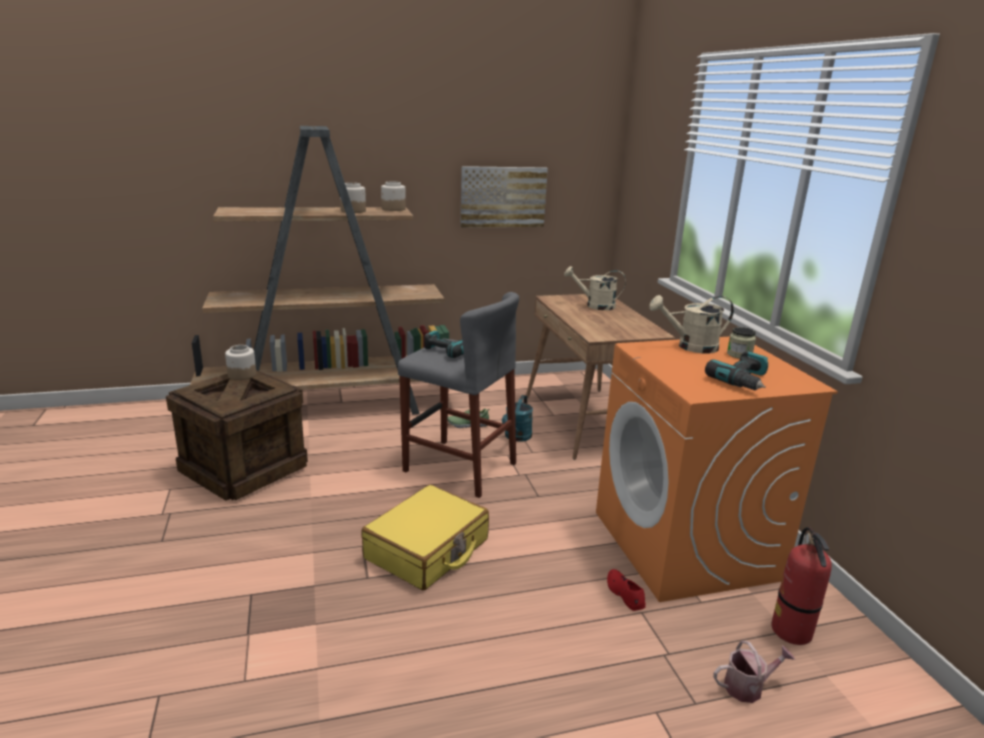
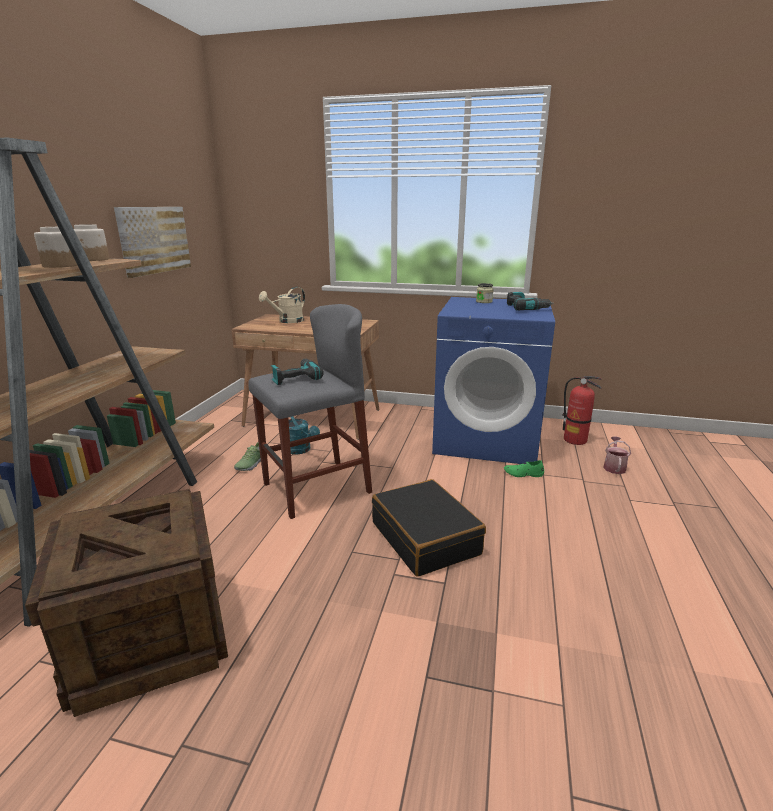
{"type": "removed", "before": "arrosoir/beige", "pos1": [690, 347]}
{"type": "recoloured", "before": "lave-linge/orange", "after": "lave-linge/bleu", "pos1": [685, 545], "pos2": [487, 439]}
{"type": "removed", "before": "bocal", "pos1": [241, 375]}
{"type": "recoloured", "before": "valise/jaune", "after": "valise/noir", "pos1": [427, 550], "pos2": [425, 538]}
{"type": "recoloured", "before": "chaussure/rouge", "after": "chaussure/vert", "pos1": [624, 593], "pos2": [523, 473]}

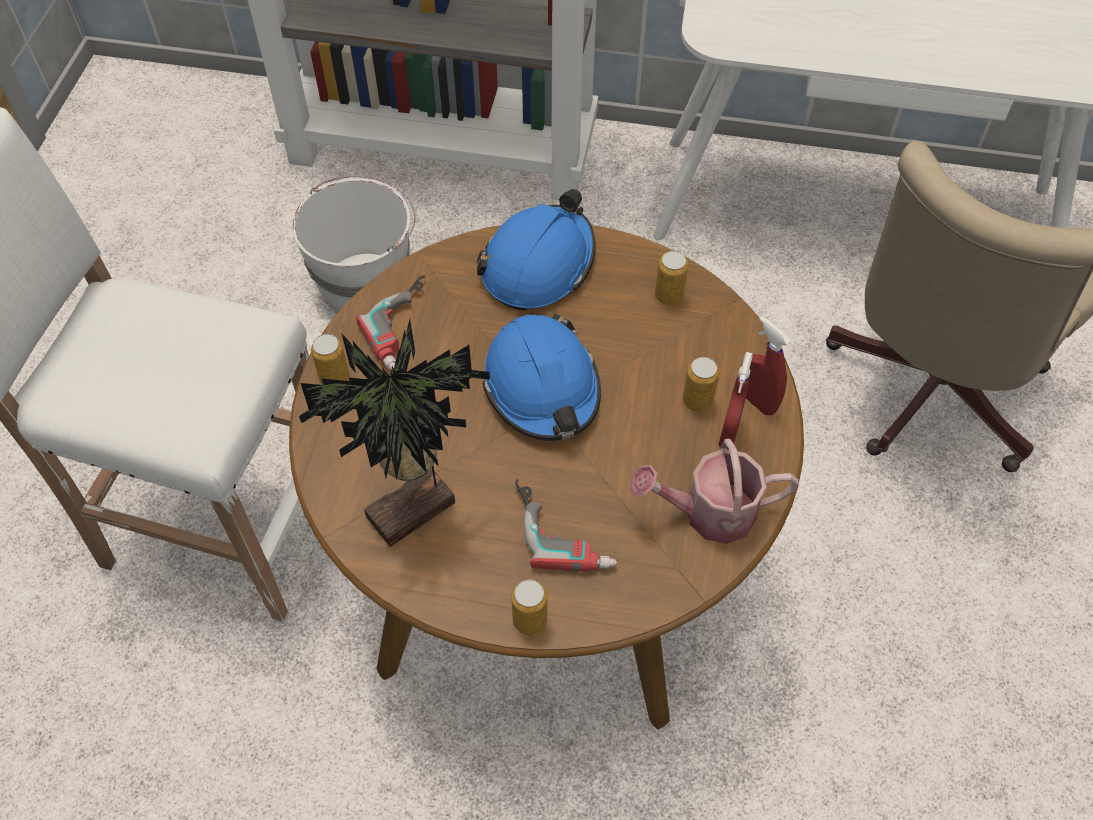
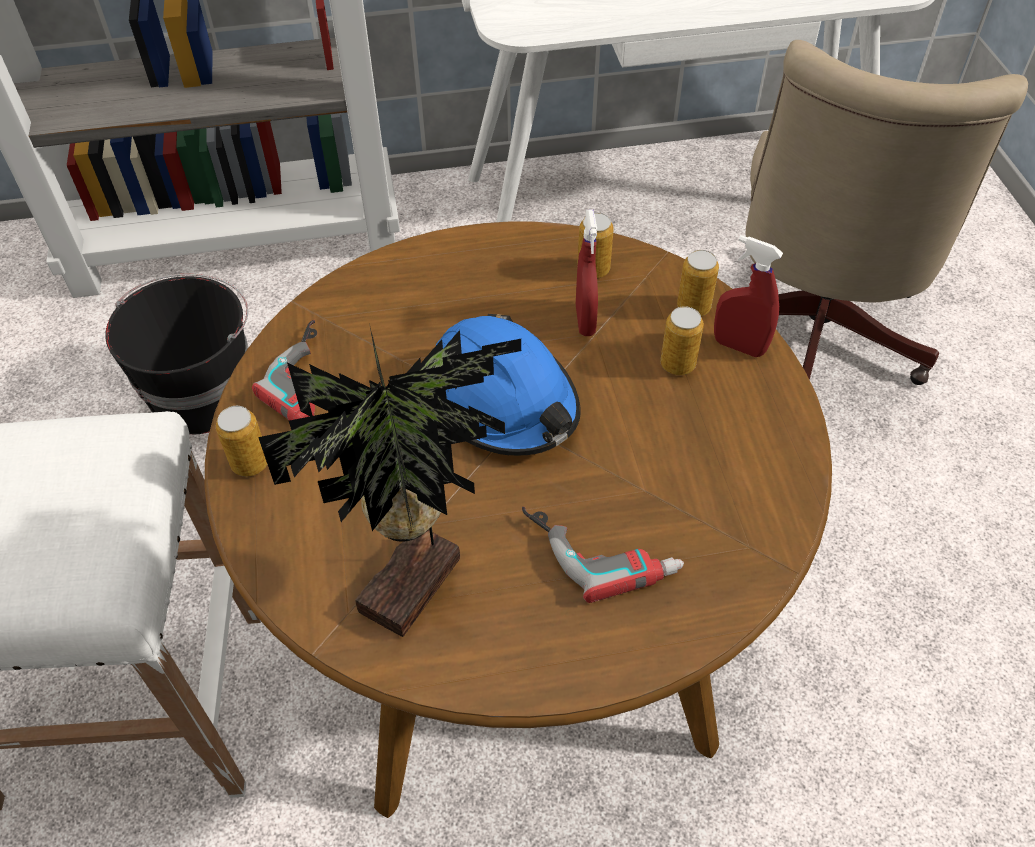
{"type": "recoloured", "before": "seau/blanc", "after": "seau/noir", "pos1": [365, 283], "pos2": [204, 394]}
{"type": "removed", "before": "casque de chantier/bleu", "pos1": [538, 264]}
{"type": "moved", "before": "vaporisateur/rouge", "pos1": [729, 433], "pos2": [585, 320]}
{"type": "removed", "before": "arrosoir", "pos1": [709, 513]}
{"type": "moved", "before": "boîte métallique", "pos1": [530, 620], "pos2": [693, 307]}

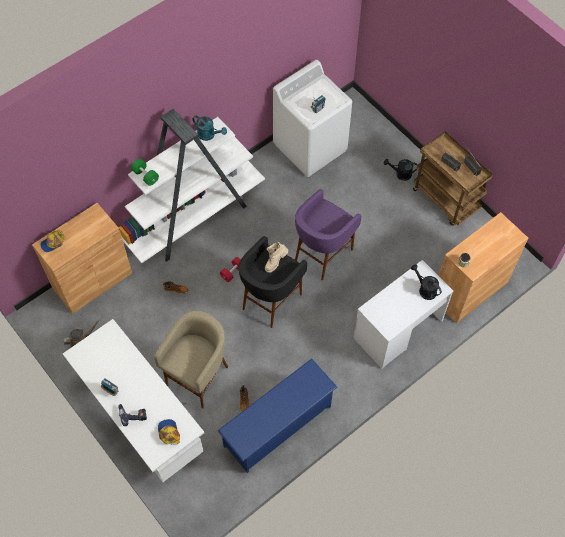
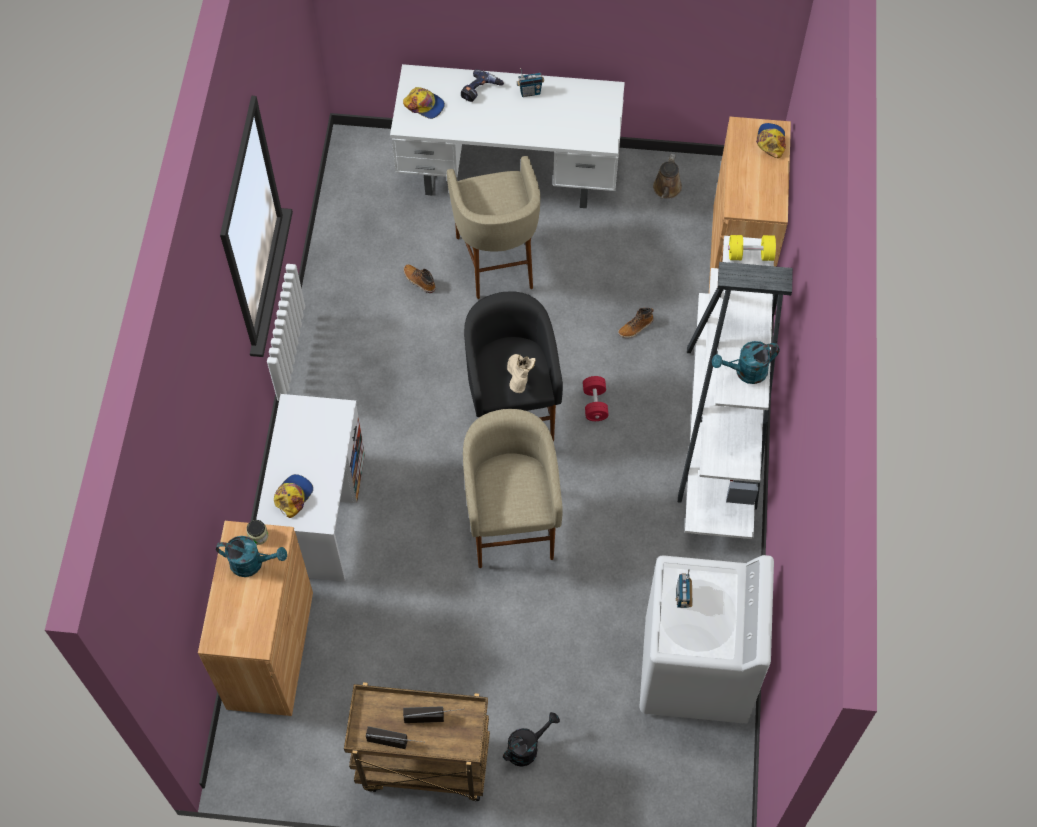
{"type": "recoloured", "before": "haltère/vert", "after": "haltère/jaune", "pos1": [145, 176], "pos2": [750, 254]}
{"type": "recoloured", "before": "tabouret/violet", "after": "tabouret/beige", "pos1": [322, 254], "pos2": [511, 525]}
{"type": "replaced", "before": "arrosoir/noir", "after": "casquette", "pos1": [425, 289], "pos2": [293, 496]}
{"type": "removed", "before": "étagère à chaussures/bleu", "pos1": [278, 426]}
{"type": "added", "after": "arrosoir/turquoise", "pos2": [252, 563]}

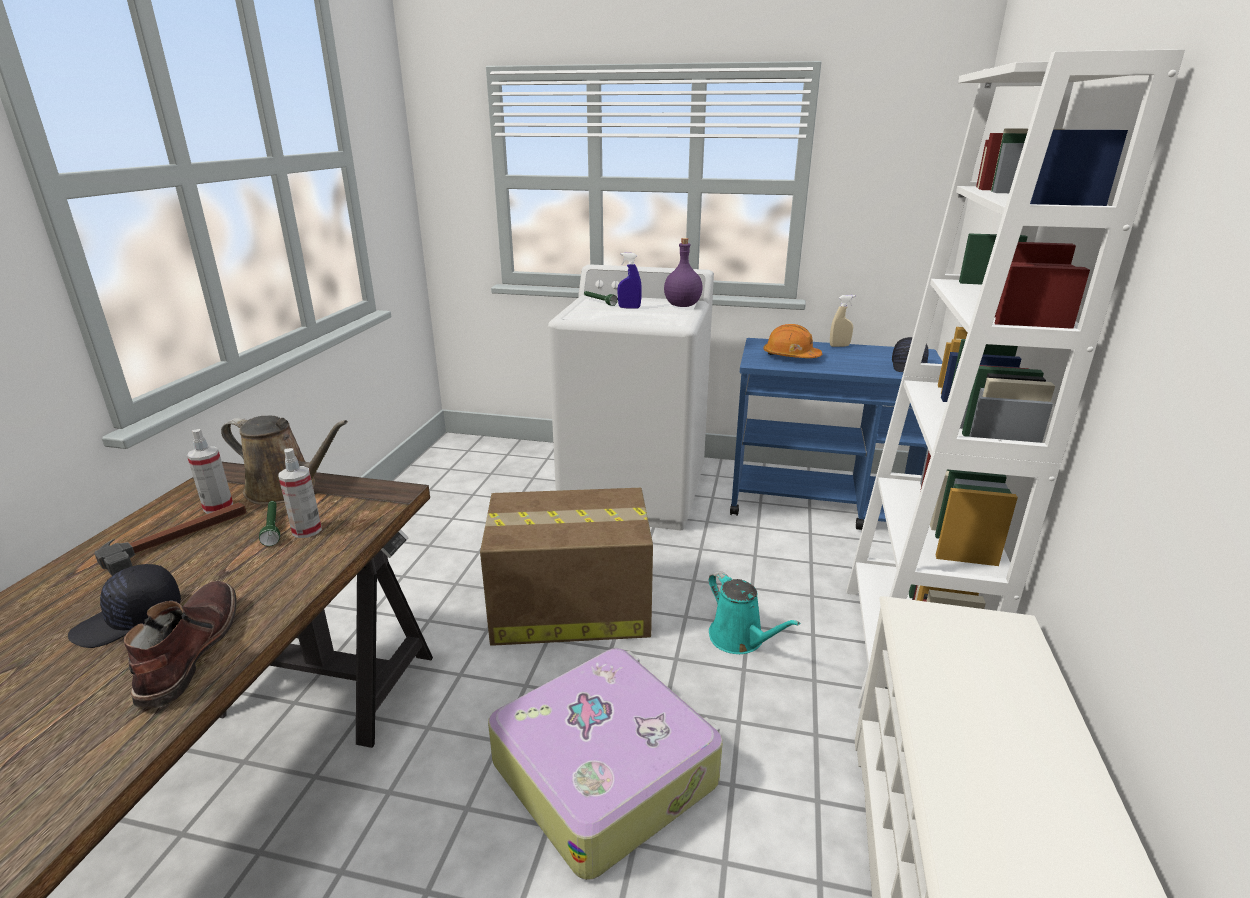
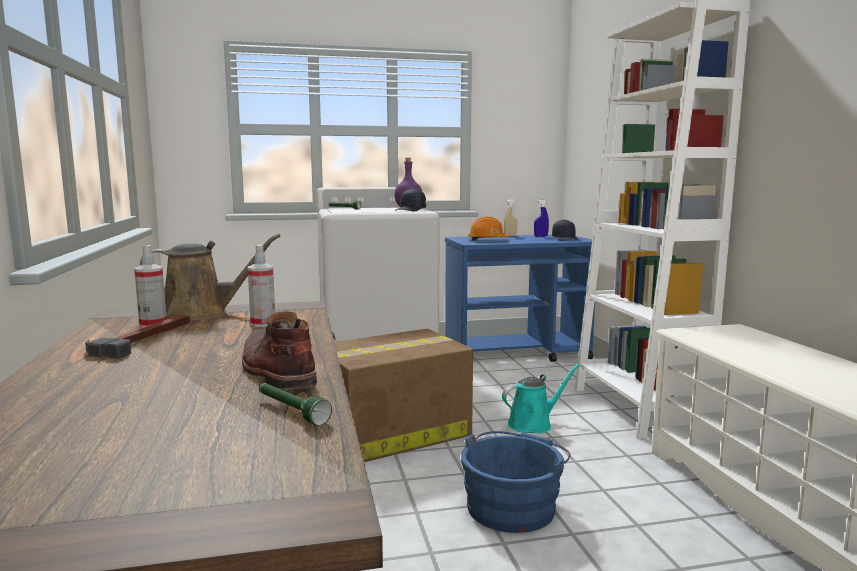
{"type": "moved", "before": "vaporisateur/bleu", "pos1": [629, 308], "pos2": [540, 236]}
{"type": "moved", "before": "lampe de poche/vert", "pos1": [273, 528], "pos2": [291, 411]}
{"type": "moved", "before": "casquette/noir", "pos1": [130, 620], "pos2": [411, 210]}
{"type": "turned", "before": "arrosoir/turquoise", "pos1": [740, 639], "pos2": [533, 424], "turn": -60}
{"type": "replaced", "before": "valise", "after": "seau/bleu", "pos1": [605, 770], "pos2": [513, 505]}

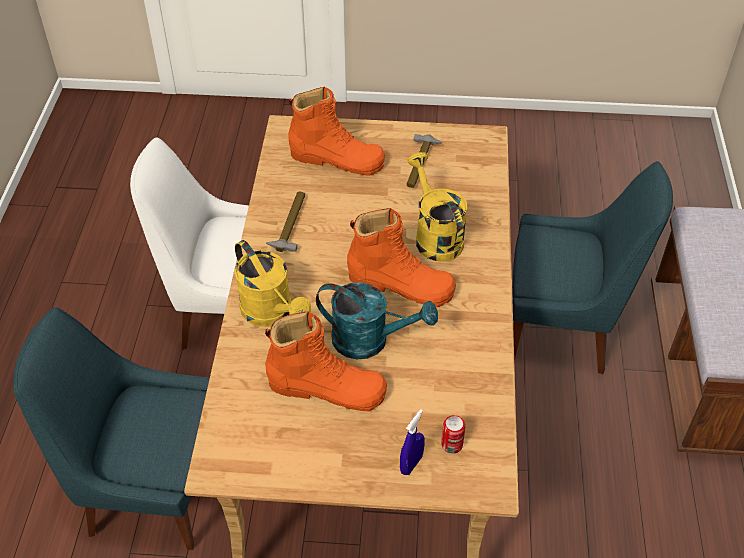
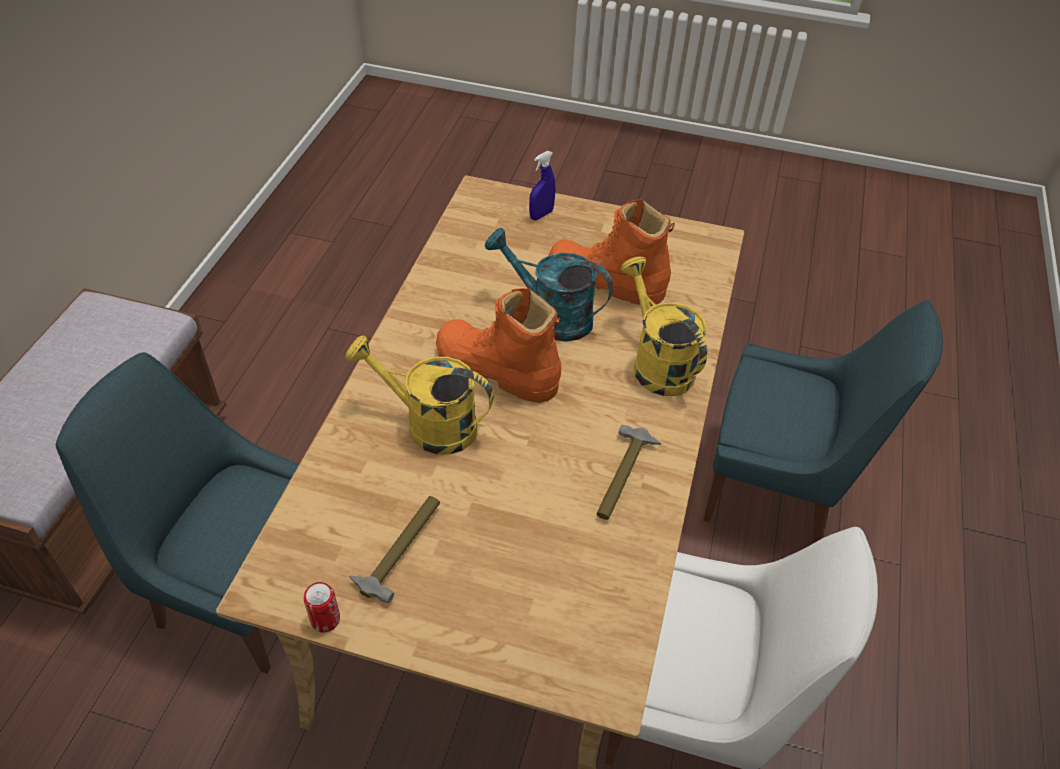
{"type": "removed", "before": "botte/orange", "pos1": [337, 159]}
{"type": "turned", "before": "arrosoir/jaune", "pos1": [435, 236], "pos2": [429, 424], "turn": 120}
{"type": "moved", "before": "boîte métallique", "pos1": [452, 444], "pos2": [325, 619]}

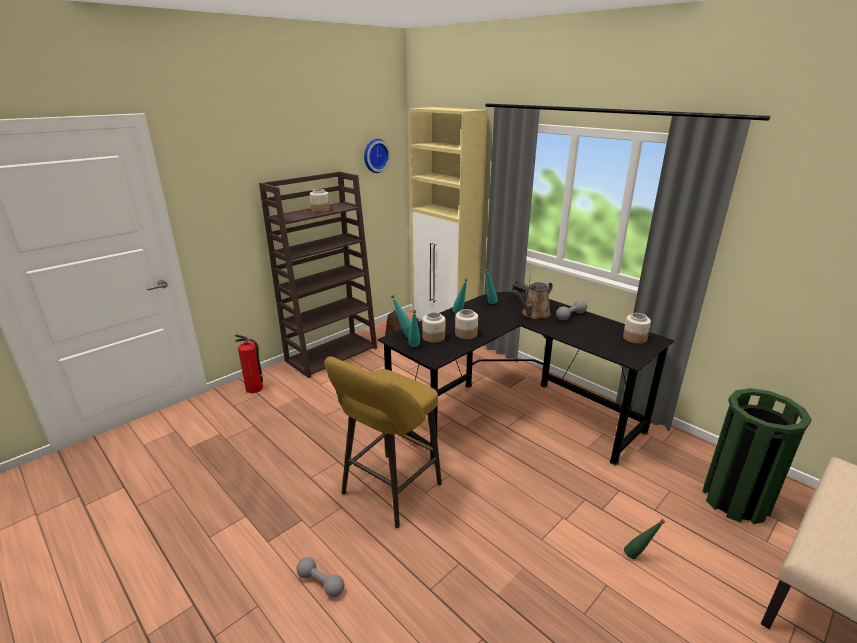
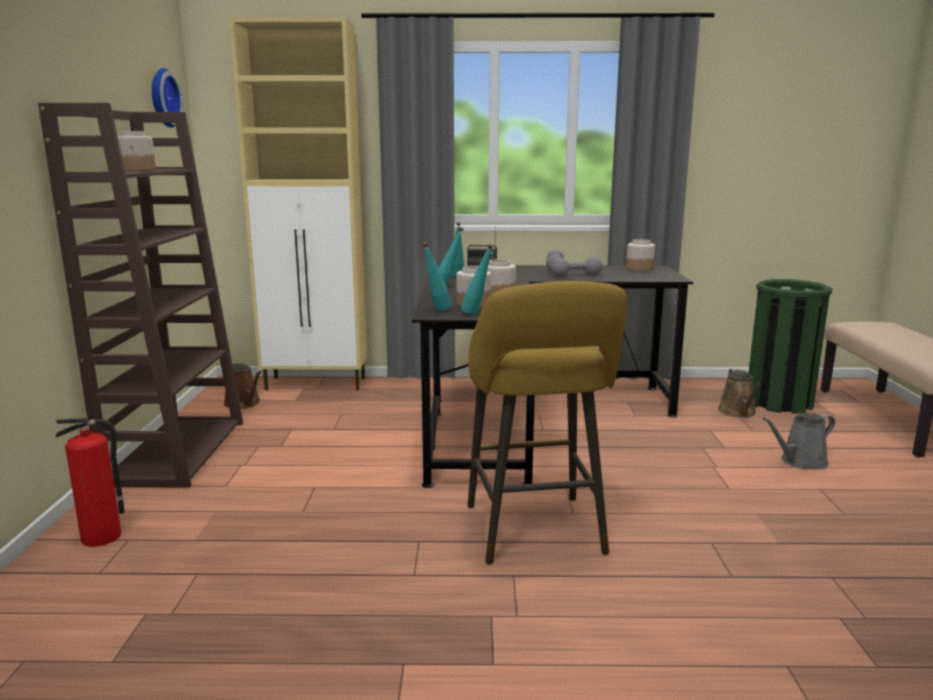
{"type": "moved", "before": "arrosoir/marron", "pos1": [534, 314], "pos2": [738, 412]}
{"type": "replaced", "before": "bouteille/vert", "after": "arrosoir/gris", "pos1": [638, 556], "pos2": [800, 462]}
{"type": "moved", "before": "haltère/gris", "pos1": [321, 583], "pos2": [576, 275]}

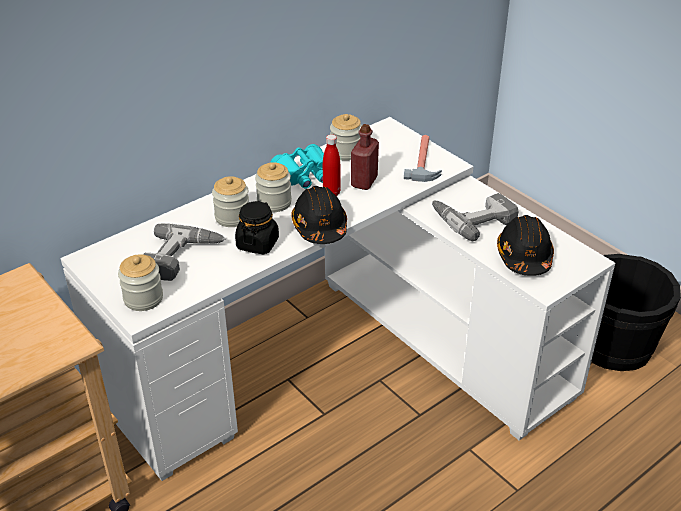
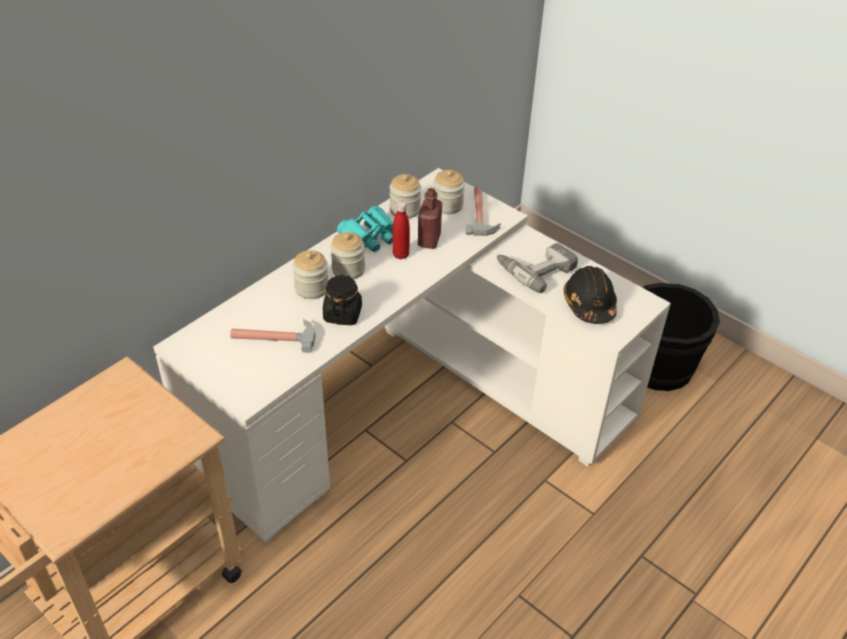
{"type": "removed", "before": "casque de chantier/noir", "pos1": [319, 226]}
{"type": "replaced", "before": "perceuse", "after": "marteau", "pos1": [182, 259], "pos2": [273, 336]}
{"type": "moved", "before": "bocal", "pos1": [143, 298], "pos2": [447, 205]}

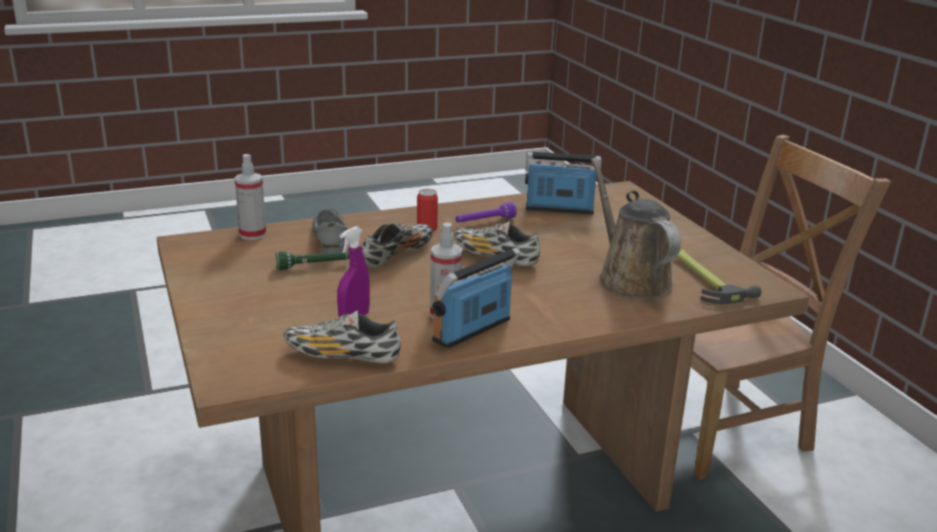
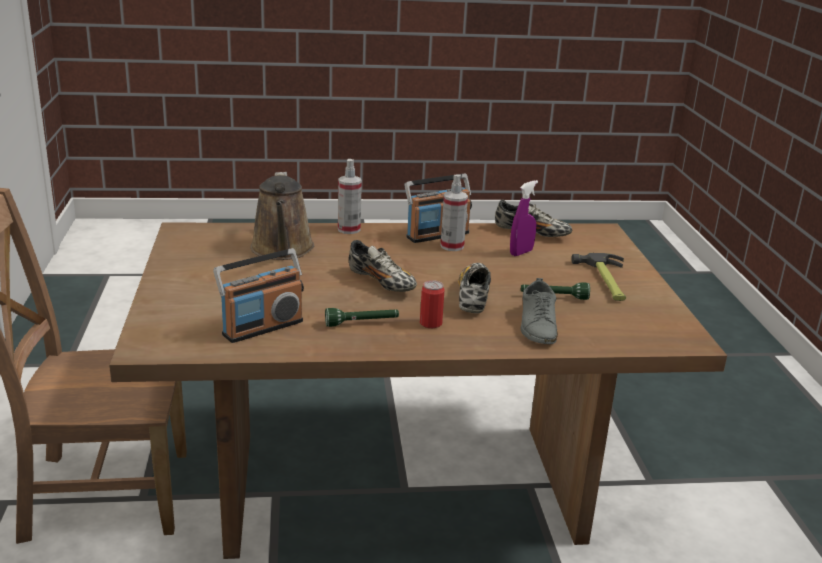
{"type": "turned", "before": "radio", "pos1": [559, 209], "pos2": [262, 327], "turn": -60}
{"type": "moved", "before": "vaporisateur", "pos1": [252, 234], "pos2": [349, 229]}
{"type": "recoloured", "before": "lampe de poche/violet", "after": "lampe de poche/vert", "pos1": [485, 221], "pos2": [362, 323]}
{"type": "turned", "before": "chaussure", "pos1": [396, 255], "pos2": [473, 297], "turn": 135}
{"type": "moved", "before": "marteau", "pos1": [704, 279], "pos2": [606, 281]}

